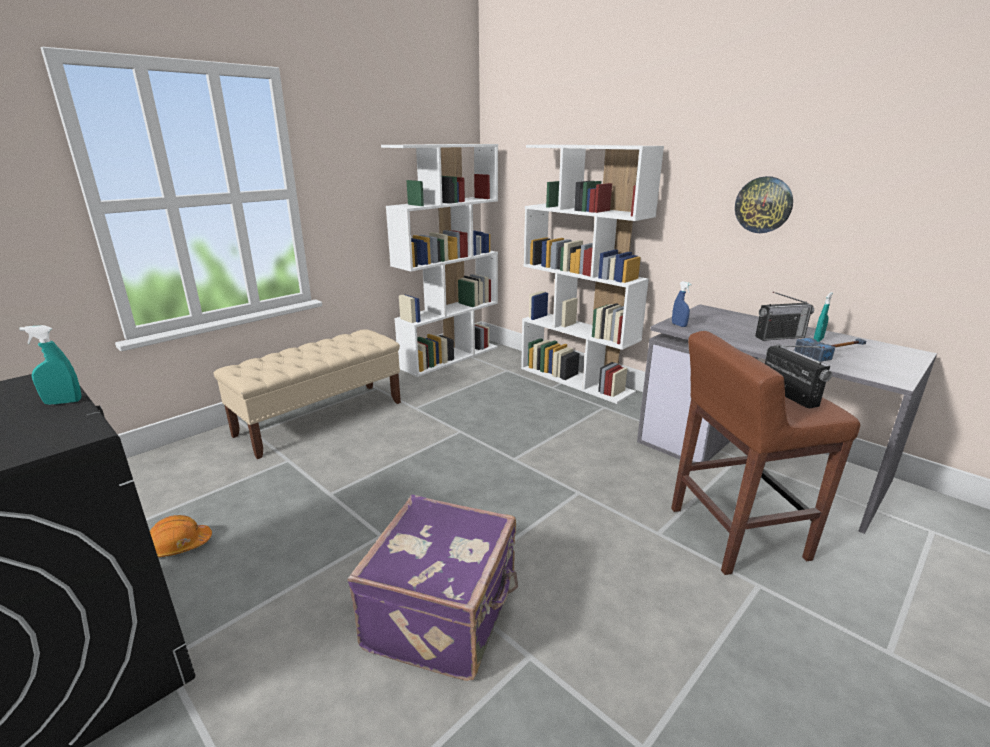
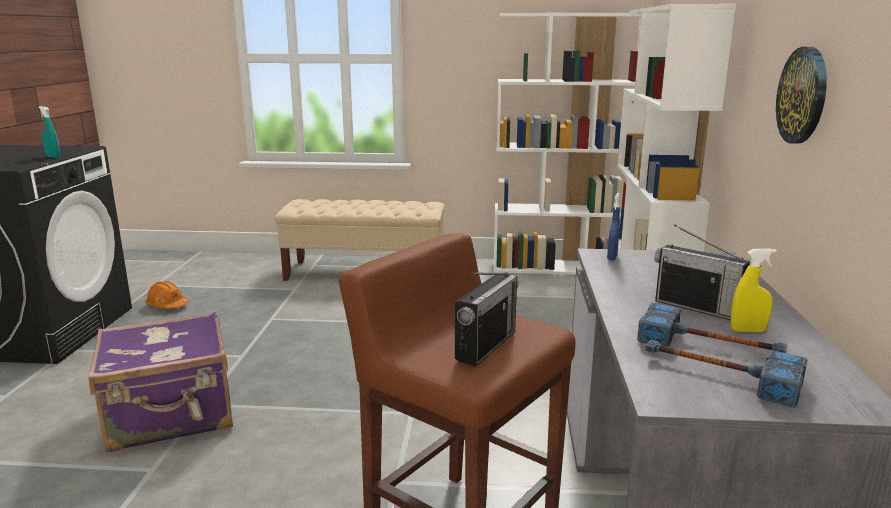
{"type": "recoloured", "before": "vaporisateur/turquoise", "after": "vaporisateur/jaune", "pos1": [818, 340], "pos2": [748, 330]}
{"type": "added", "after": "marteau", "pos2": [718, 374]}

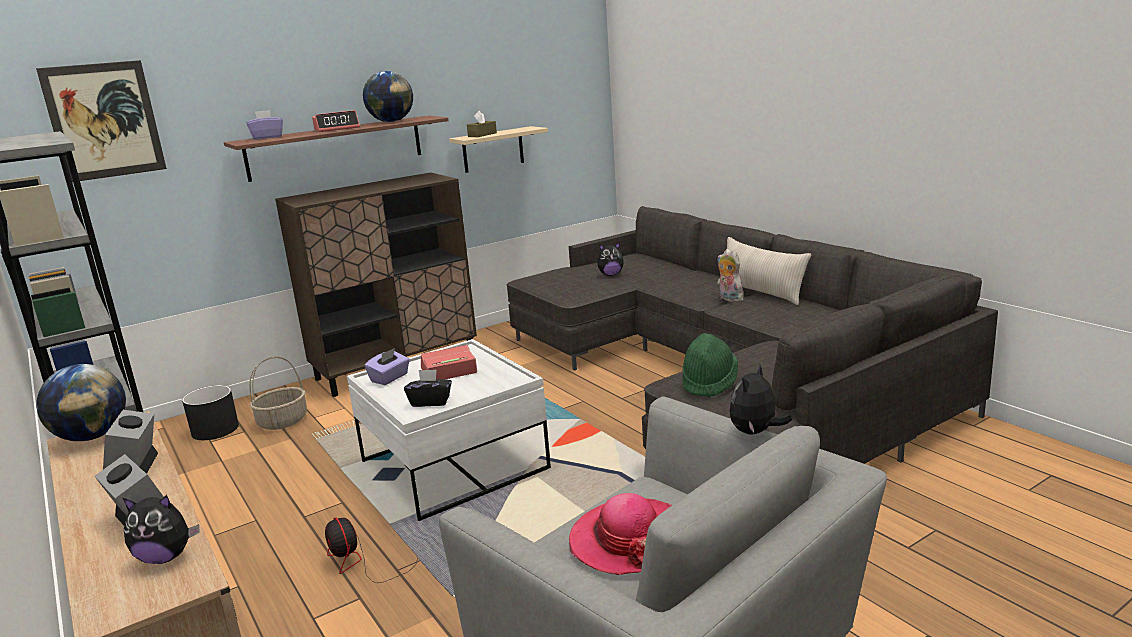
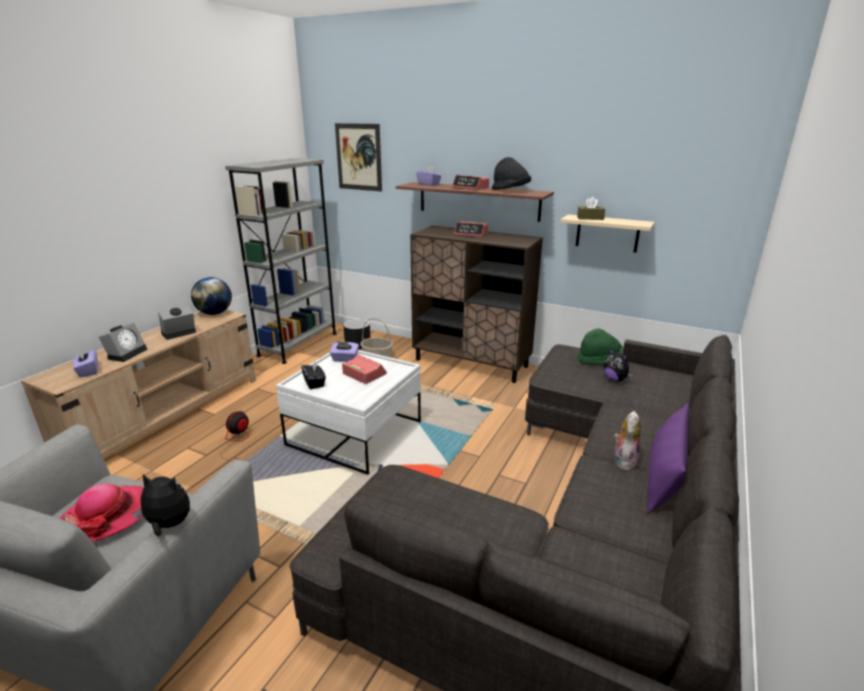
{"type": "replaced", "before": "globe", "after": "chapeau/noir", "pos1": [391, 121], "pos2": [510, 191]}
{"type": "recoloured", "before": "coussin/beige", "after": "coussin/violet", "pos1": [761, 292], "pos2": [663, 477]}
{"type": "moved", "before": "chapeau/vert", "pos1": [709, 383], "pos2": [599, 360]}
{"type": "replaced", "before": "peluche", "after": "boîte à mouchoirs/violet", "pos1": [166, 557], "pos2": [88, 371]}
{"type": "added", "after": "réveil", "pos2": [471, 234]}

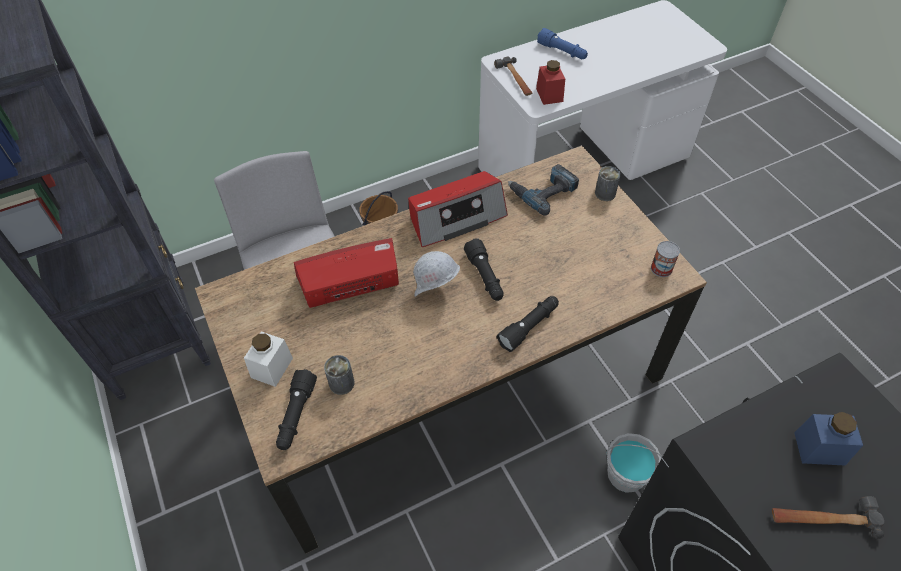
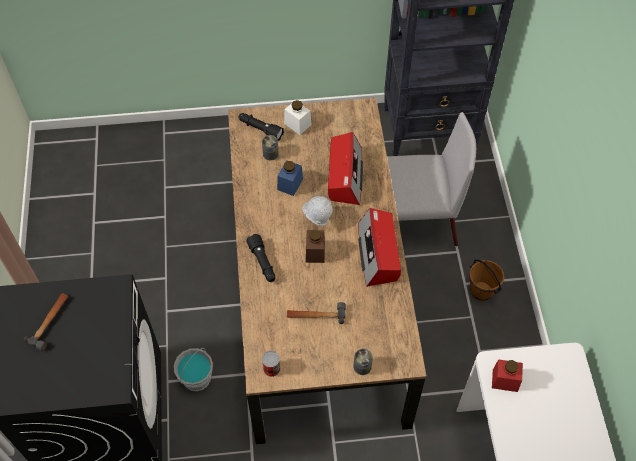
{"type": "removed", "before": "lampe de poche/bleu", "pos1": [562, 52]}
{"type": "moved", "before": "marteau", "pos1": [515, 80], "pos2": [316, 315]}
{"type": "removed", "before": "perceuse", "pos1": [543, 191]}
{"type": "replaced", "before": "lampe de poche/noir", "after": "bocal/marron", "pos1": [485, 277], "pos2": [315, 252]}
{"type": "moved", "before": "bocal/bleu", "pos1": [819, 448], "pos2": [290, 184]}

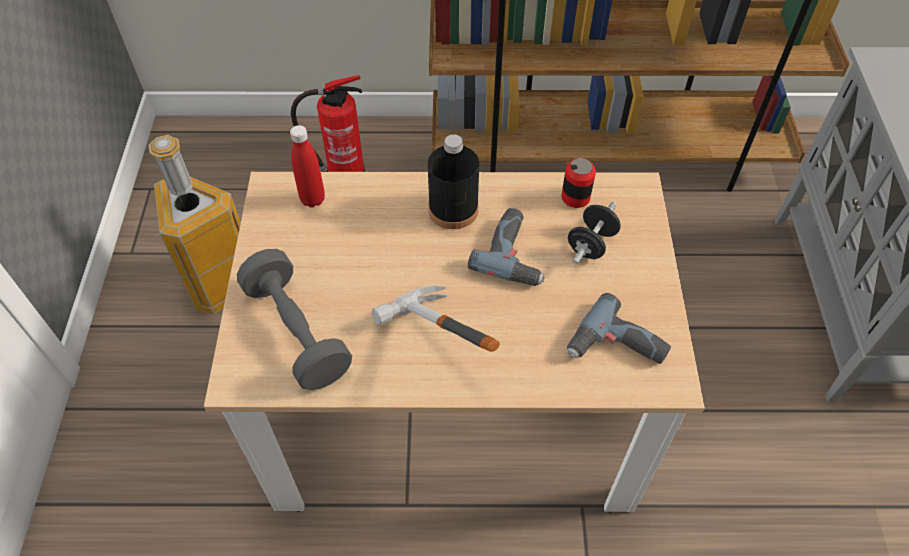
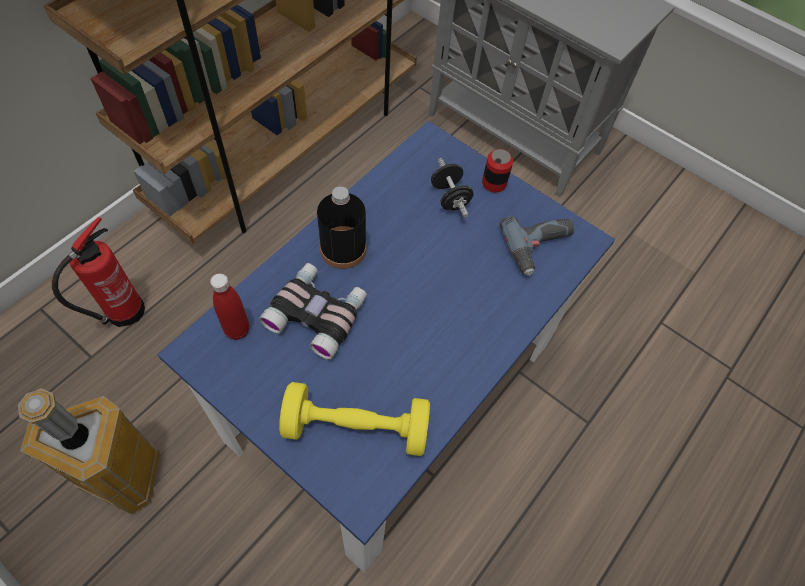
{"type": "moved", "before": "boîte métallique", "pos1": [575, 197], "pos2": [494, 183]}
{"type": "recoloured", "before": "table à manger/beige", "after": "table à manger/bleu", "pos1": [454, 411], "pos2": [393, 392]}
{"type": "removed", "before": "perceuse", "pos1": [515, 253]}
{"type": "recoloured", "before": "haltère/gris", "after": "haltère/jaune", "pos1": [297, 332], "pos2": [356, 427]}
{"type": "removed", "before": "marteau", "pos1": [430, 348]}
{"type": "added", "after": "jumelles", "pos2": [317, 313]}

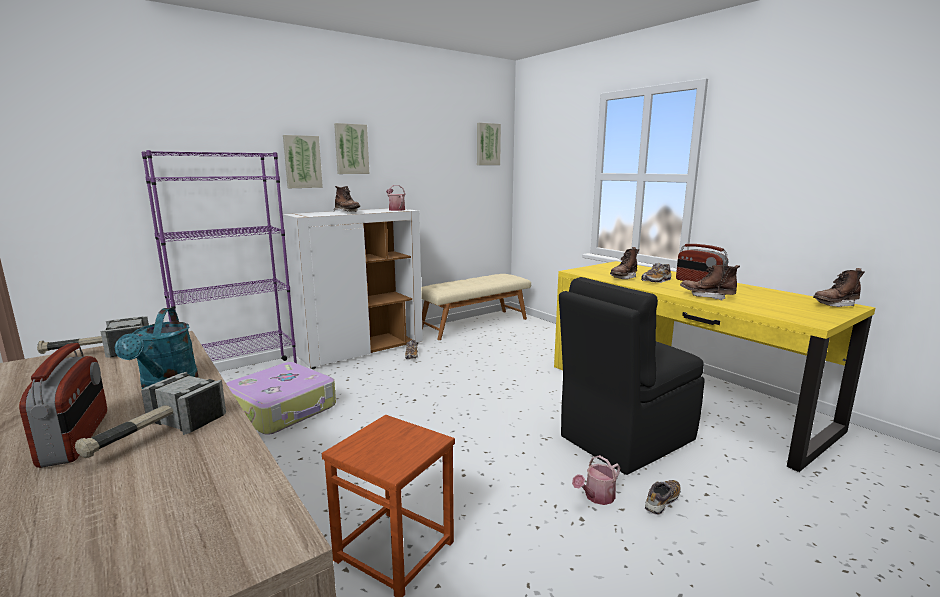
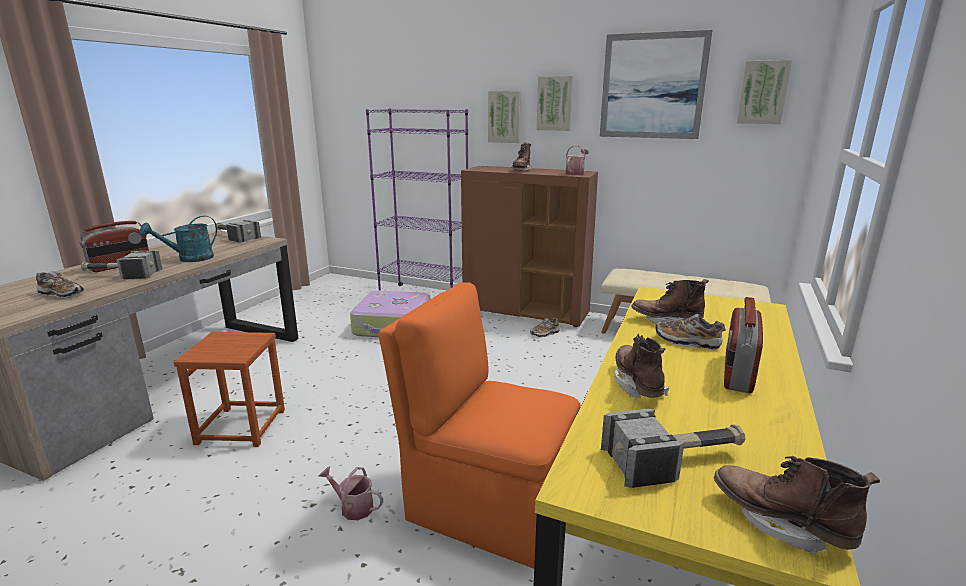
{"type": "recoloured", "before": "meuble de rangement/blanc", "after": "meuble de rangement/marron", "pos1": [361, 350], "pos2": [526, 312]}
{"type": "recoloured", "before": "chaise/noir", "after": "chaise/orange", "pos1": [624, 439], "pos2": [488, 505]}
{"type": "moved", "before": "chaussure", "pos1": [662, 502], "pos2": [61, 294]}
{"type": "added", "after": "tableau", "pos2": [652, 86]}
{"type": "added", "after": "marteau", "pos2": [675, 460]}

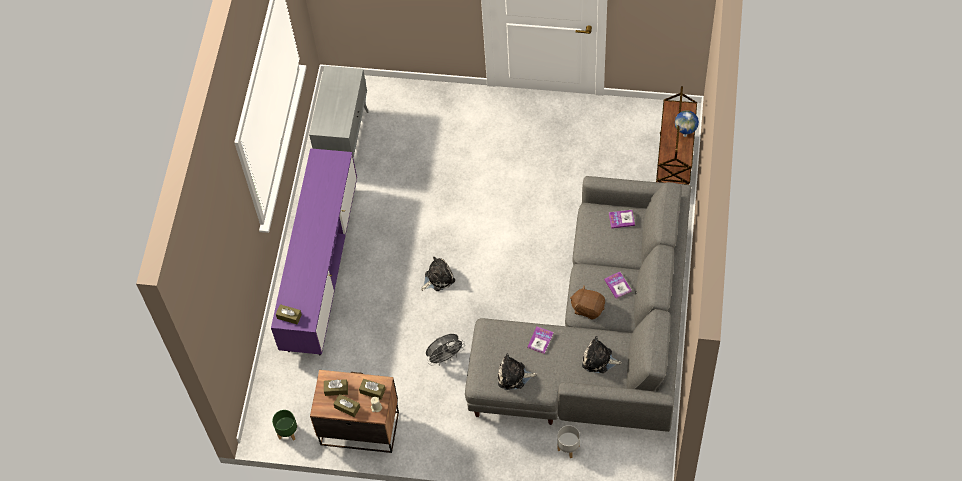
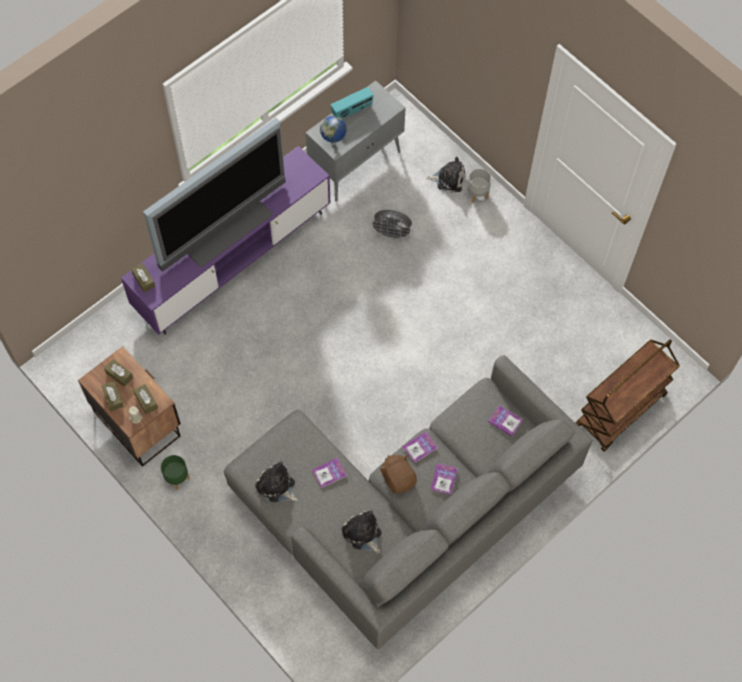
{"type": "moved", "before": "globe", "pos1": [685, 135], "pos2": [334, 143]}
{"type": "moved", "before": "peluche", "pos1": [438, 278], "pos2": [448, 179]}
{"type": "moved", "before": "ventilateur/gris", "pos1": [445, 357], "pos2": [392, 234]}
{"type": "moved", "before": "cache-pot/vert", "pos1": [287, 432], "pos2": [176, 477]}
{"type": "moved", "before": "cache-pot/gris", "pos1": [568, 447], "pos2": [478, 193]}
{"type": "added", "after": "radio", "pos2": [352, 110]}
{"type": "added", "after": "téléviseur", "pos2": [225, 227]}
{"type": "added", "after": "livre", "pos2": [420, 447]}

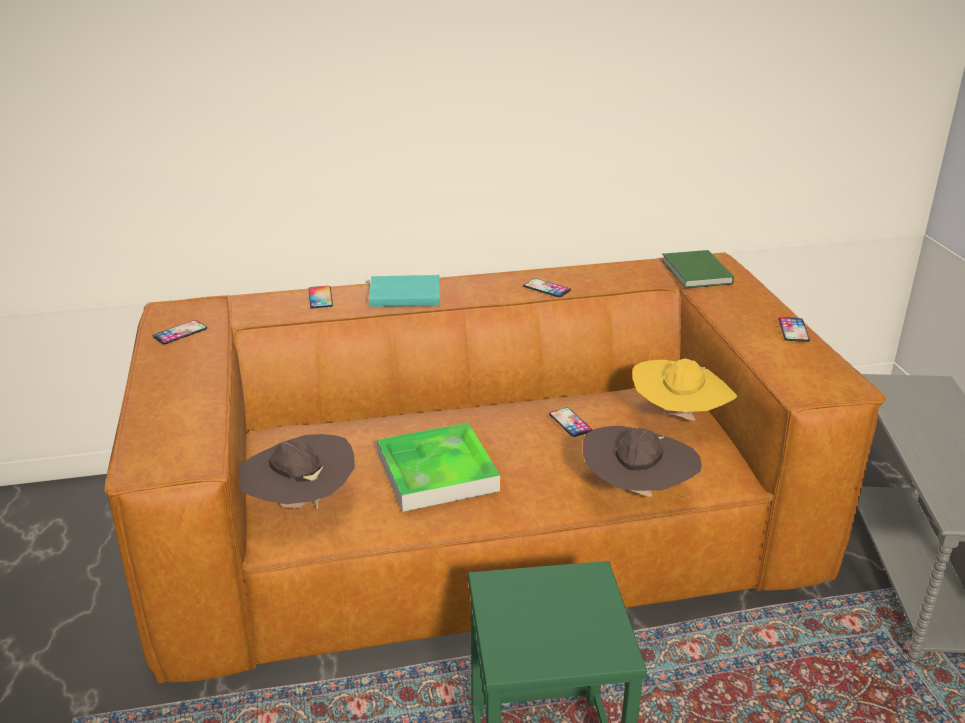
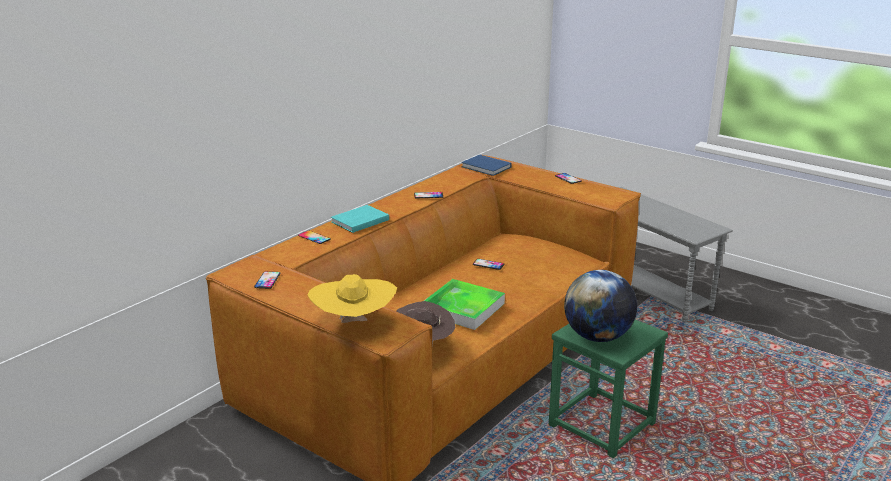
{"type": "recoloured", "before": "livre/vert", "after": "livre/bleu", "pos1": [696, 273], "pos2": [486, 167]}
{"type": "moved", "before": "chapeau/jaune", "pos1": [680, 419], "pos2": [354, 324]}
{"type": "removed", "before": "chapeau/marron", "pos1": [636, 493]}
{"type": "added", "after": "globe", "pos2": [598, 337]}

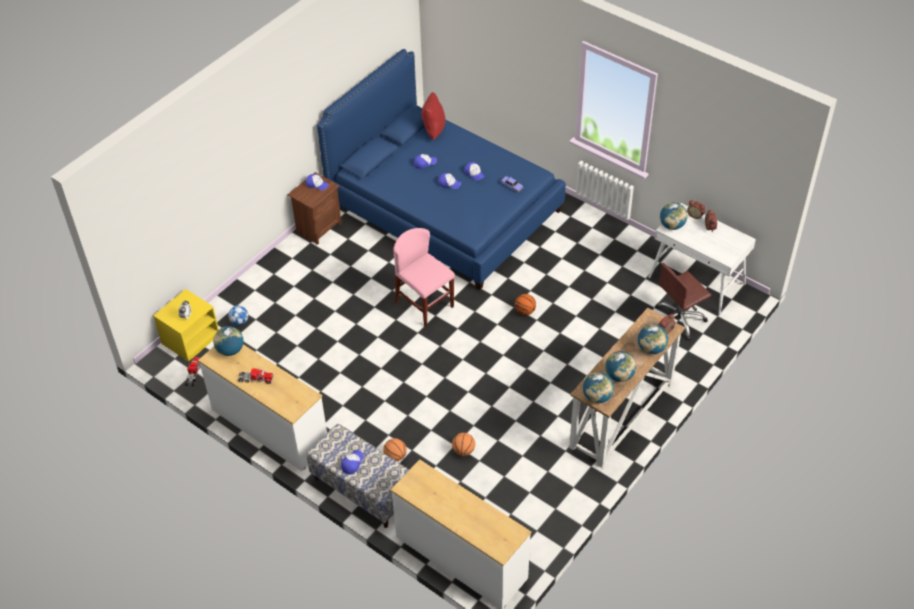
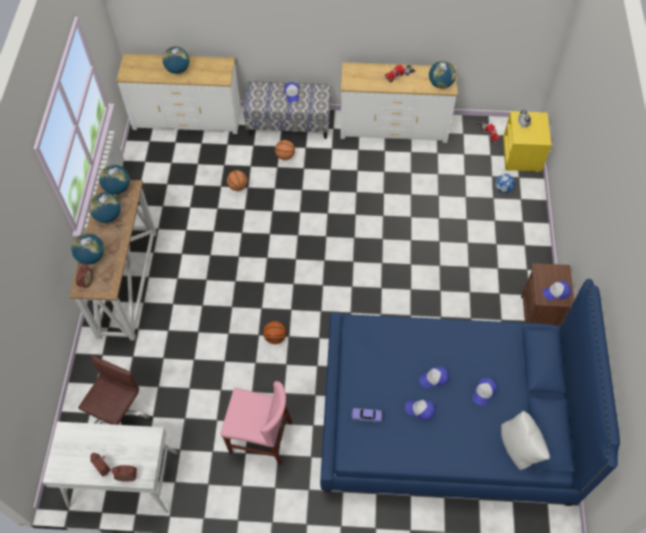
{"type": "recoloured", "before": "coussin/rouge", "after": "coussin/blanc", "pos1": [433, 130], "pos2": [519, 449]}
{"type": "moved", "before": "globe", "pos1": [672, 225], "pos2": [178, 69]}
{"type": "moved", "before": "chaise/rose", "pos1": [424, 304], "pos2": [260, 437]}

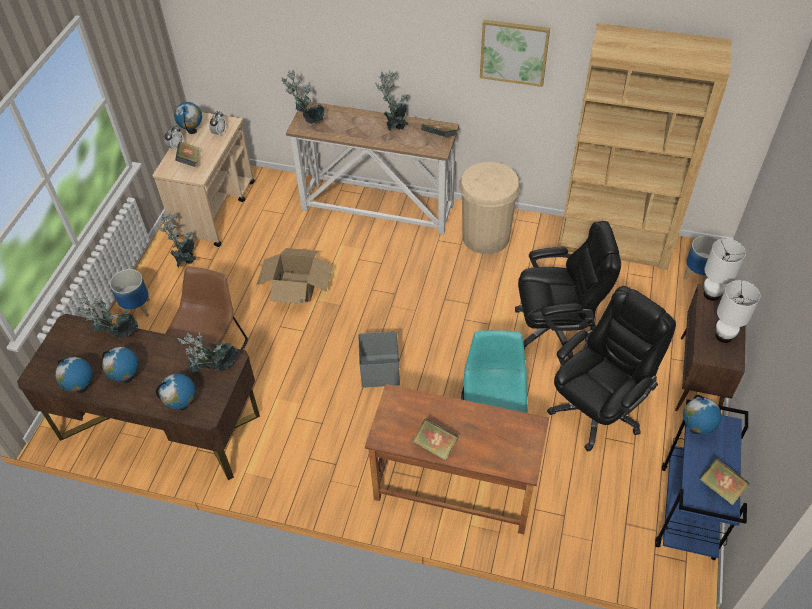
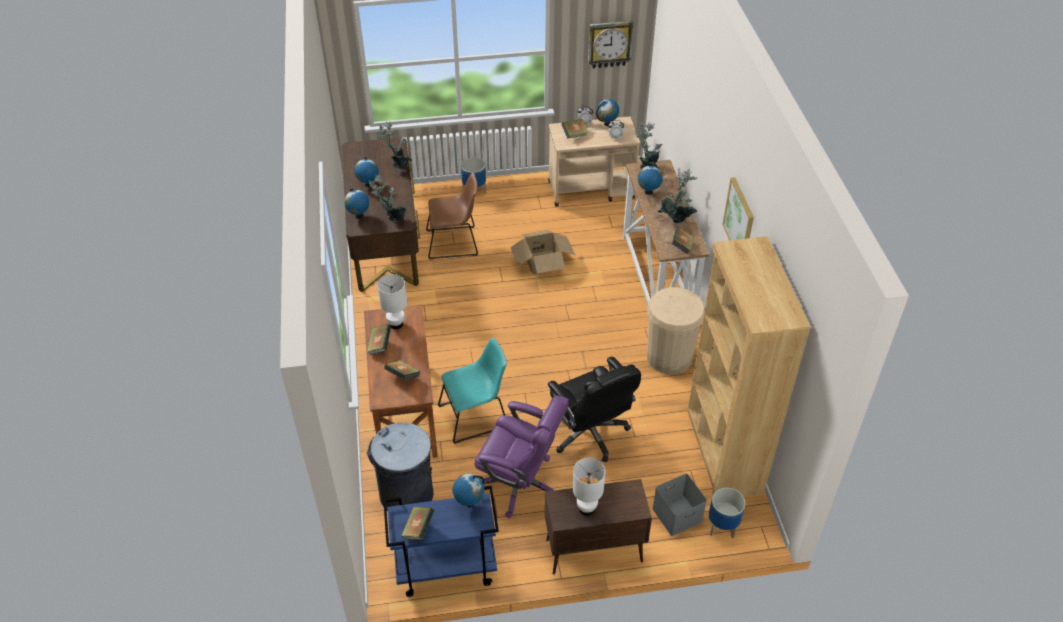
{"type": "removed", "before": "plante en pot", "pos1": [185, 260]}
{"type": "moved", "before": "lampe de table/blanc", "pos1": [711, 294], "pos2": [396, 324]}
{"type": "recoloured", "before": "chaise de bureau/noir", "after": "chaise de bureau/violet", "pos1": [597, 409], "pos2": [520, 483]}
{"type": "moved", "before": "boîte de rangement/gris", "pos1": [381, 371], "pos2": [677, 516]}
{"type": "moved", "before": "globe", "pos1": [82, 388], "pos2": [648, 192]}
{"type": "added", "after": "horloge murale", "pos2": [609, 44]}
{"type": "added", "after": "livre", "pos2": [403, 376]}
{"type": "added", "after": "poubelle/gris", "pos2": [406, 494]}

